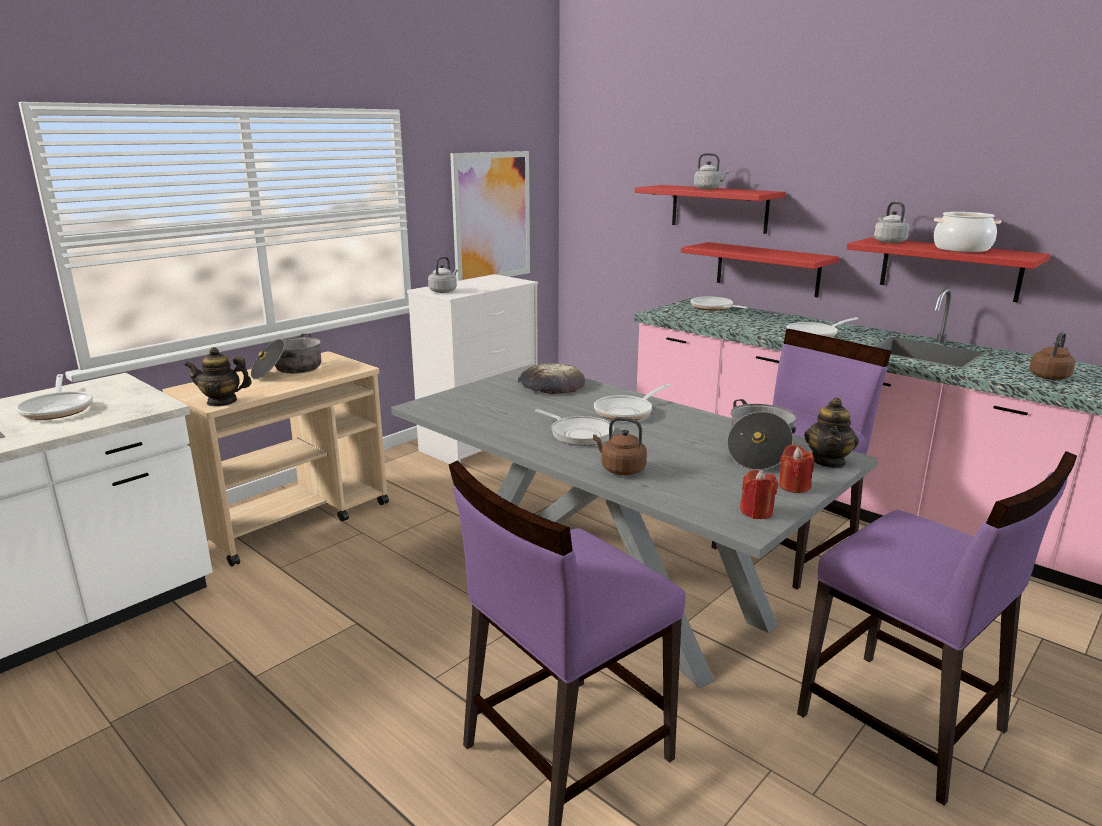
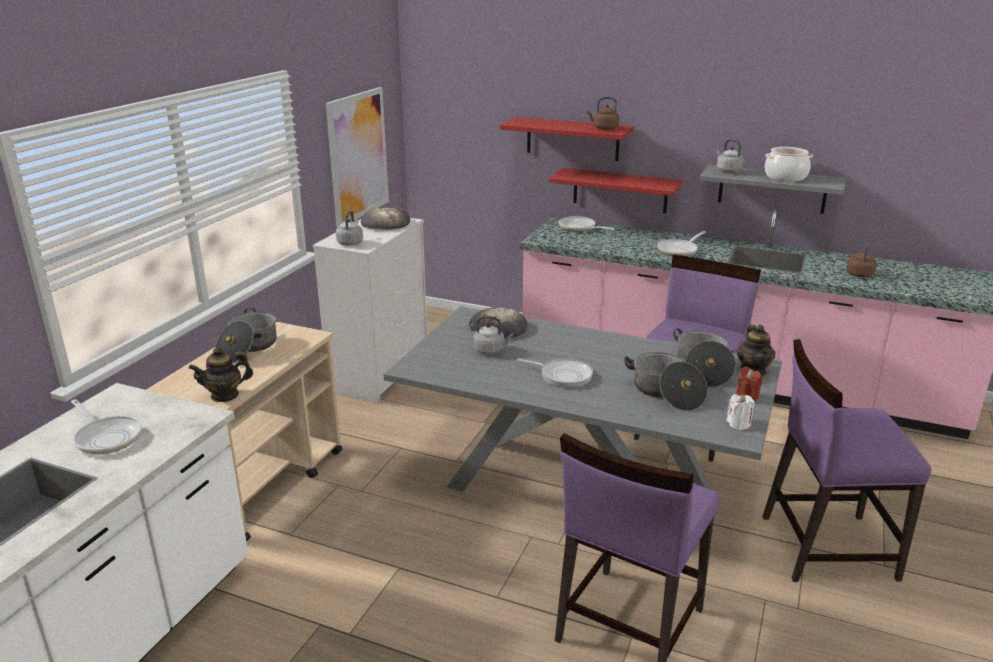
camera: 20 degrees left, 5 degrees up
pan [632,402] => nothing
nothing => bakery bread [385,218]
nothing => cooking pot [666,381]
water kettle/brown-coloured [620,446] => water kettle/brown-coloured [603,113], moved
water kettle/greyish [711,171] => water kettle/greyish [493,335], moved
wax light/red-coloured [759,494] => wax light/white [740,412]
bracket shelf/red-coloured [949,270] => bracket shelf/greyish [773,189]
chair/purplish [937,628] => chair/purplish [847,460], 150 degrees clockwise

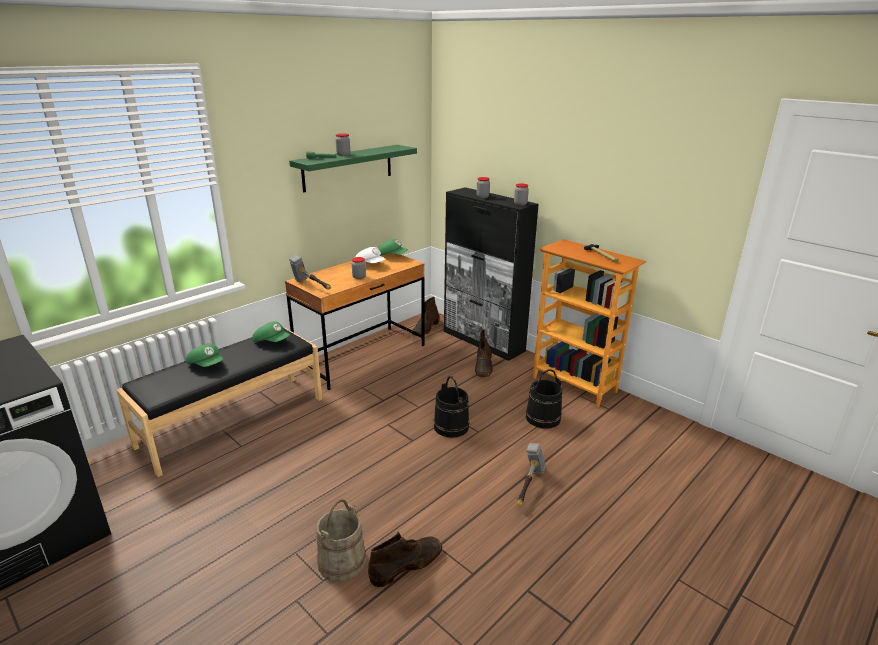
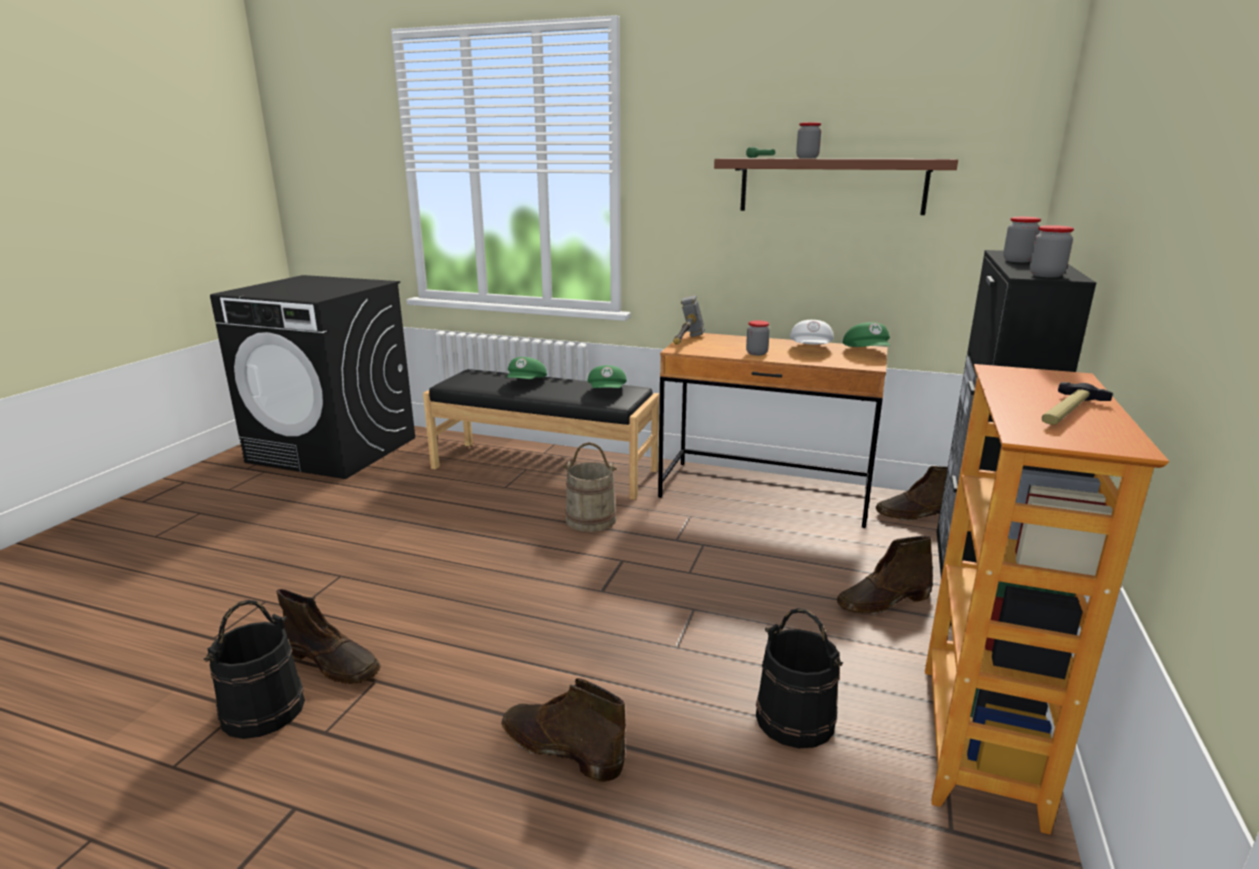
camera: 65 degrees right, 5 degrees down
water bucket/beige [341,540] => water bucket/beige [590,487], moved
water bucket/blackish [452,407] => water bucket/blackish [254,669], moved
tool hammer [531,474] => tall boot/brown-coloured [563,730]
bracket shelf/greenish [353,168] => bracket shelf/brown-coloured [836,186]

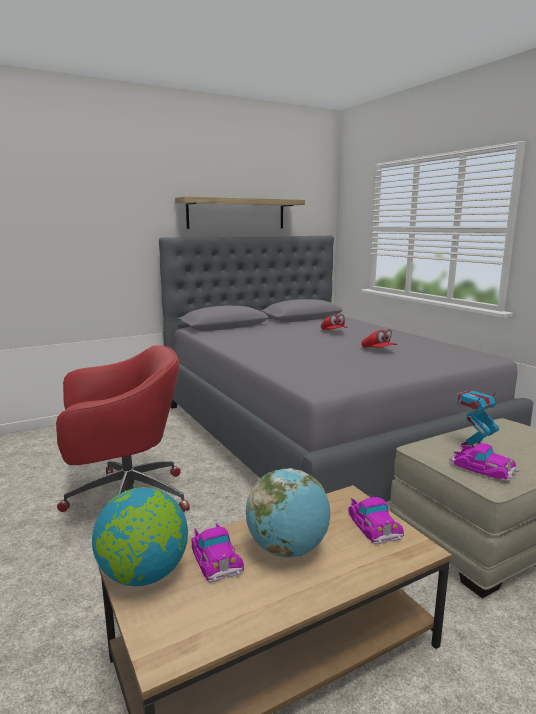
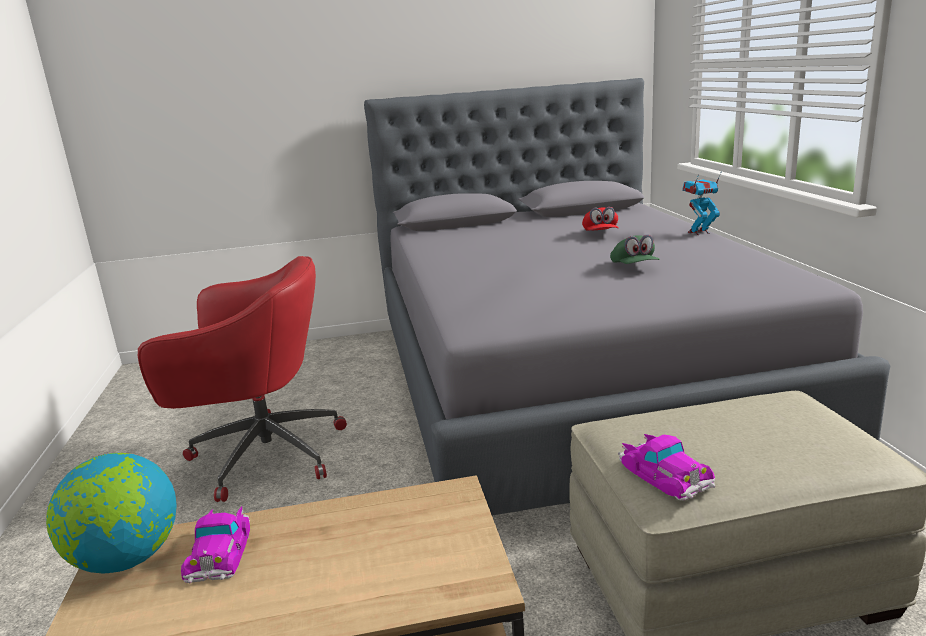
camera: 20 degrees right, 5 degrees up
bracket shelf [240,212] => nothing
desk globe [288,513] => nothing
toy car [376,519] => nothing
model robot [478,417] => model robot [701,204], moved
peaked cap/red-coloured [379,338] => peaked cap/greenish [635,249]

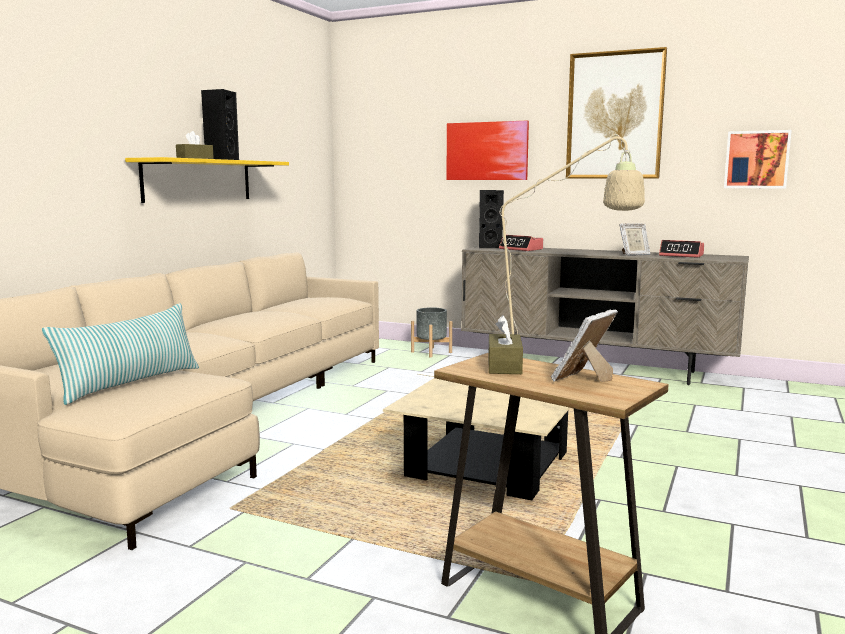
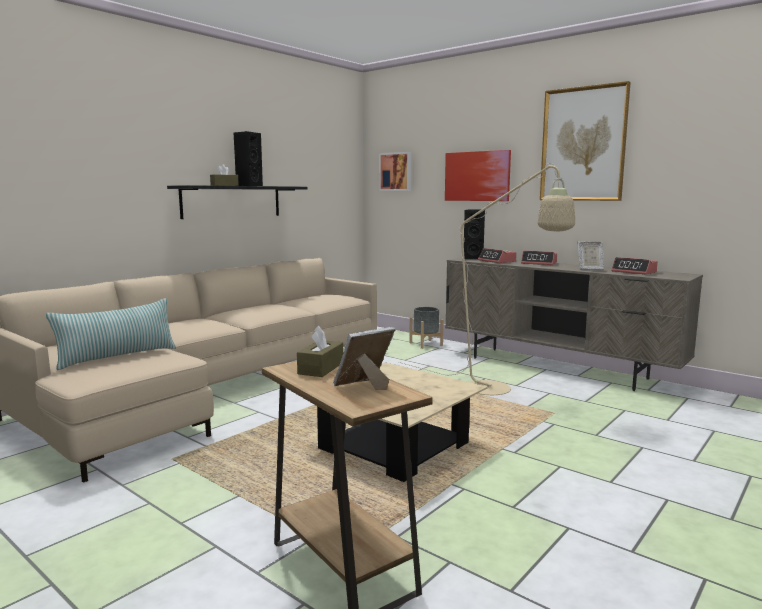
camera: 15 degrees right, 0 degrees up
nothing => table clock [539,258]
wall picture [758,159] => wall picture [395,171], moved
bracket shelf/yellow-coloured [207,180] => bracket shelf/blackish [237,202]

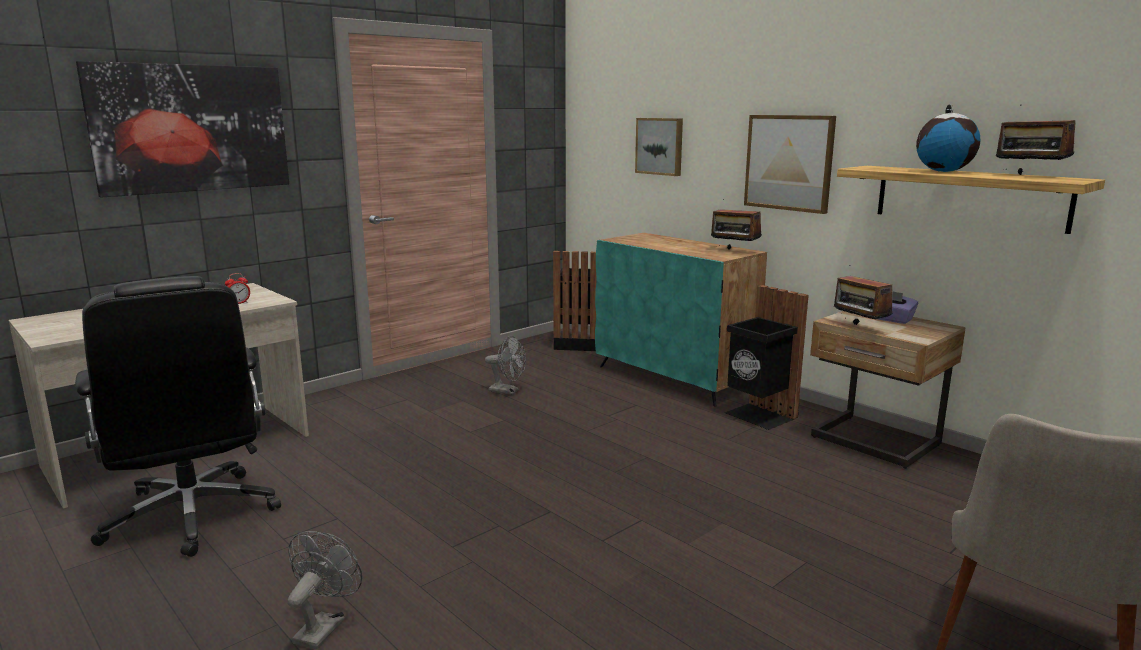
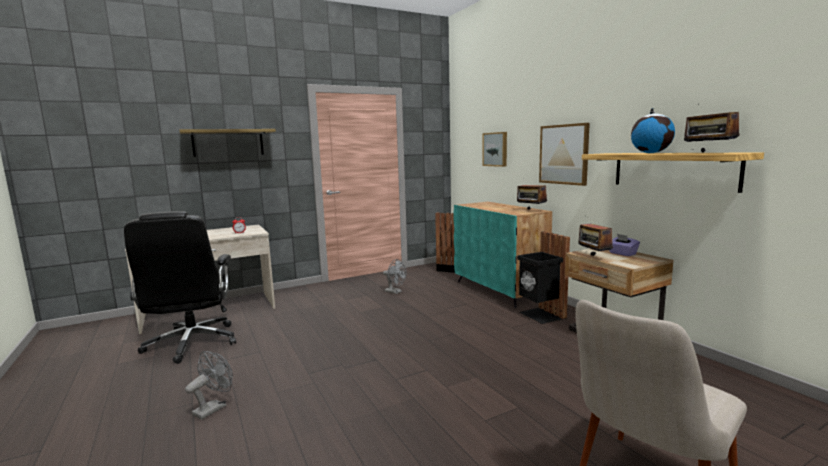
camera: 15 degrees right, 5 degrees down
wall picture [182,129] => bracket shelf [227,143]

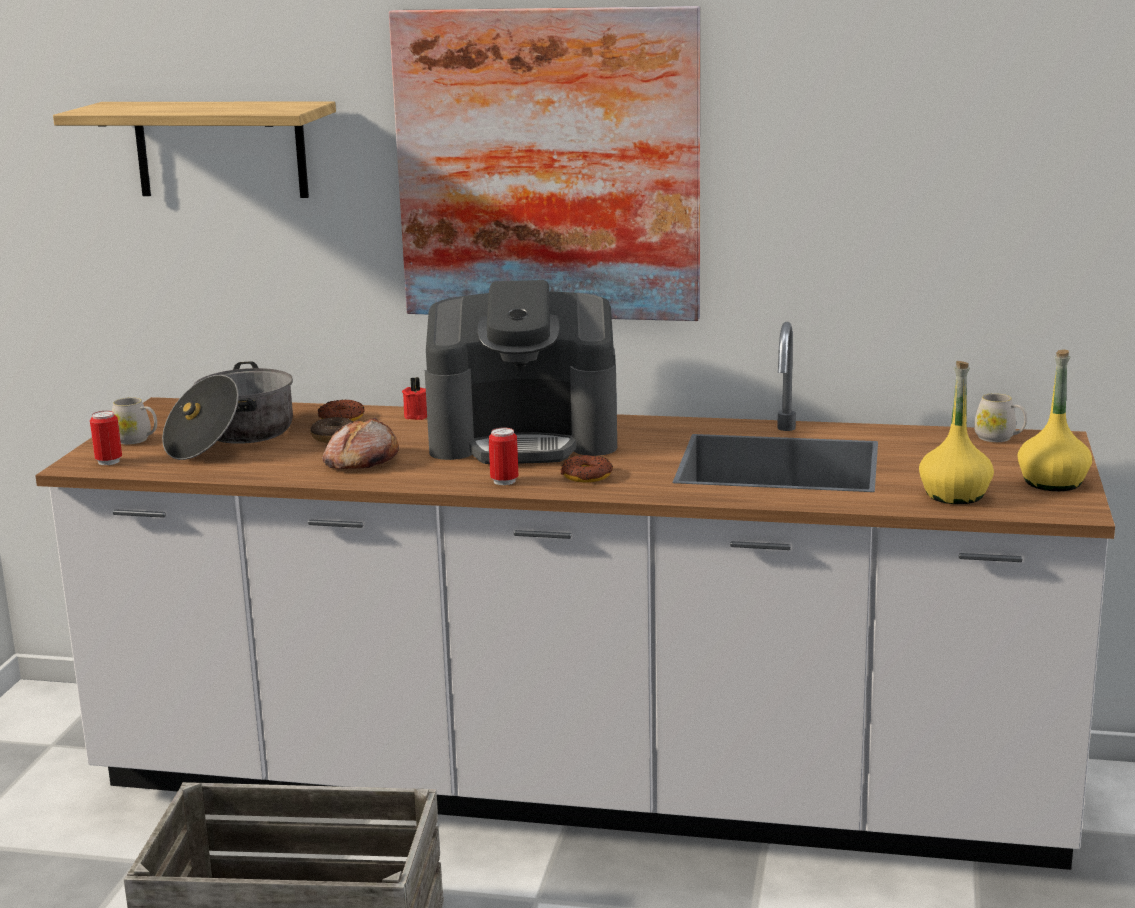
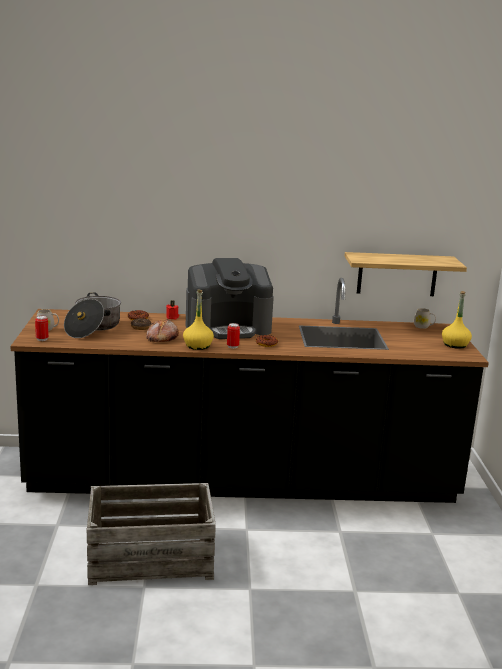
camera: 15 degrees left, 0 degrees up
wall picture [544,163] => nothing
bracket shelf [194,149] => bracket shelf [406,274], moved
bottle/yellow-coloured [956,432] => bottle/yellow-coloured [198,320], moved
kitchen counter/white [575,596] => kitchen counter/blackish [249,390]

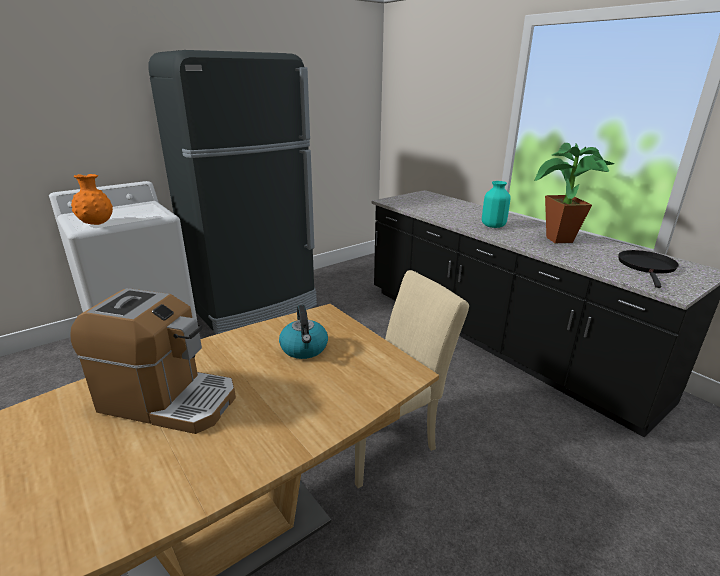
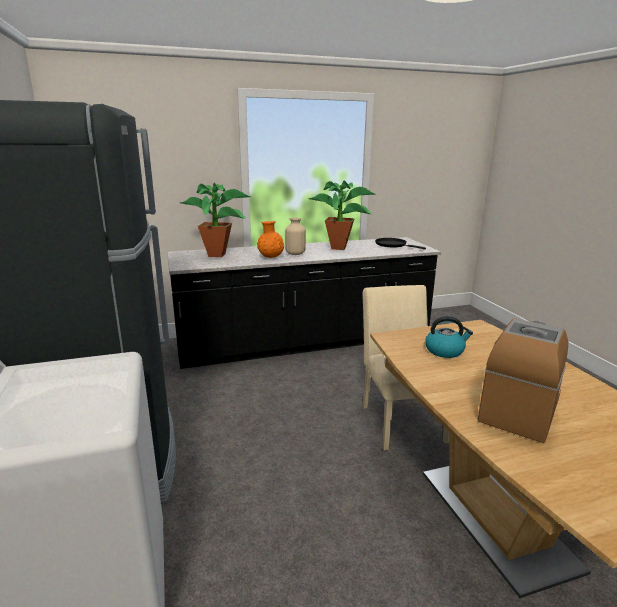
camera: 70 degrees left, 5 degrees down
nothing => houseplant [216,220]
decorative vase/orangey [92,199] => decorative vase/orangey [270,239], moved
decorative vase/blue-green [496,204] => decorative vase/beige [295,236]

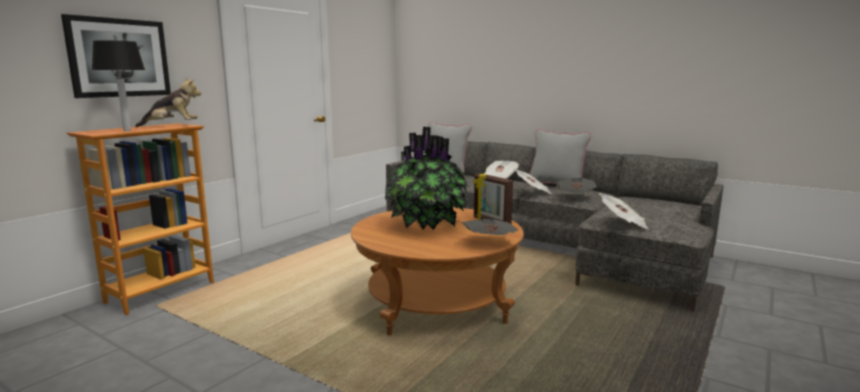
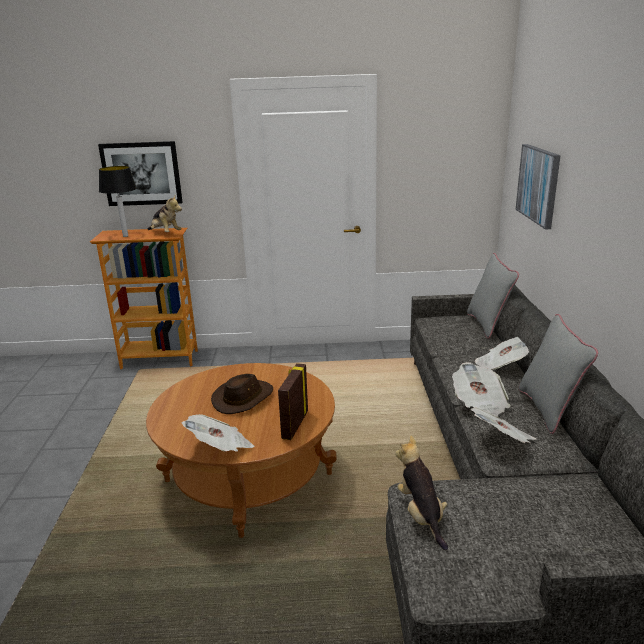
camera: 55 degrees right, 10 degrees up
nothing => wall picture [538,186]
houseplant [426,178] => hat/brown-coloured [242,394]
daily paper [623,211] => soft toy [421,493]

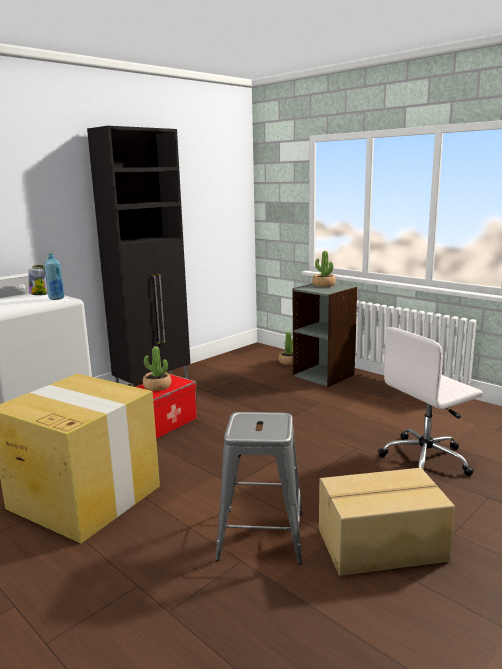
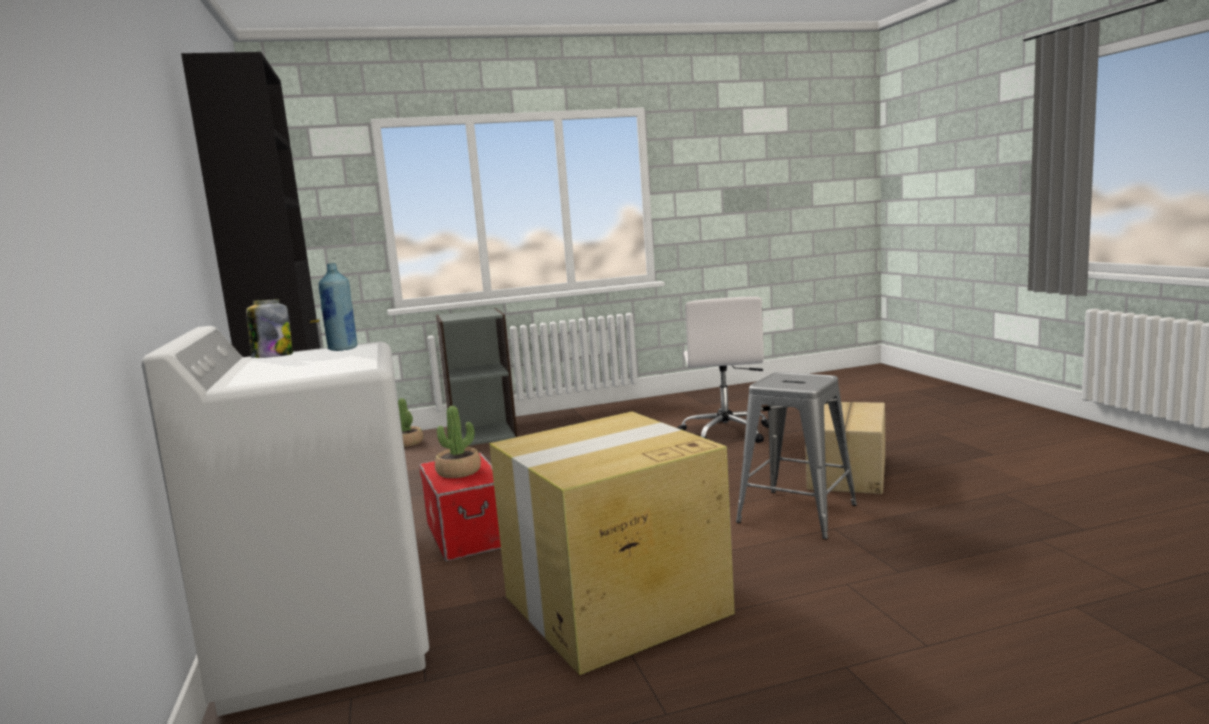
camera: 60 degrees left, 5 degrees down
houseplant [324,269] => nothing

